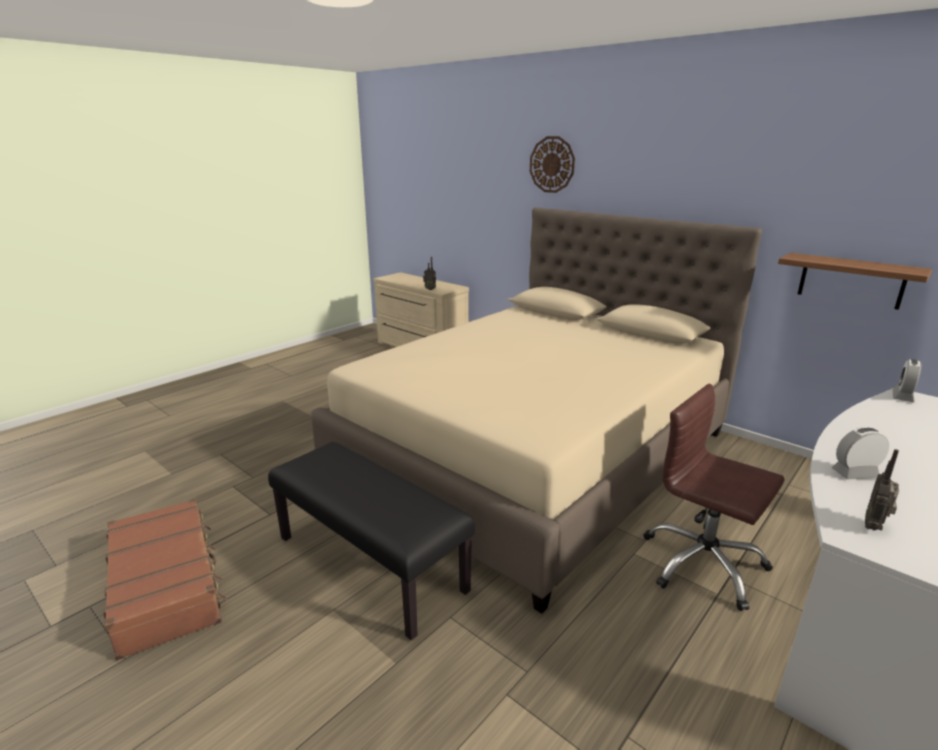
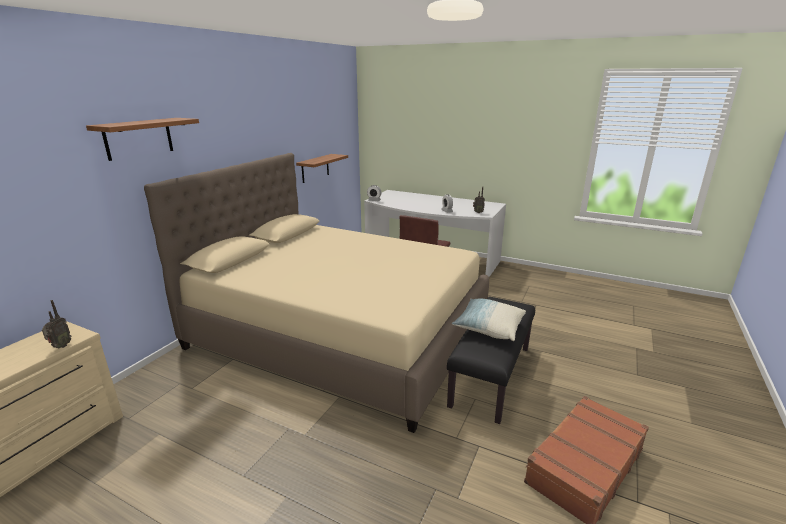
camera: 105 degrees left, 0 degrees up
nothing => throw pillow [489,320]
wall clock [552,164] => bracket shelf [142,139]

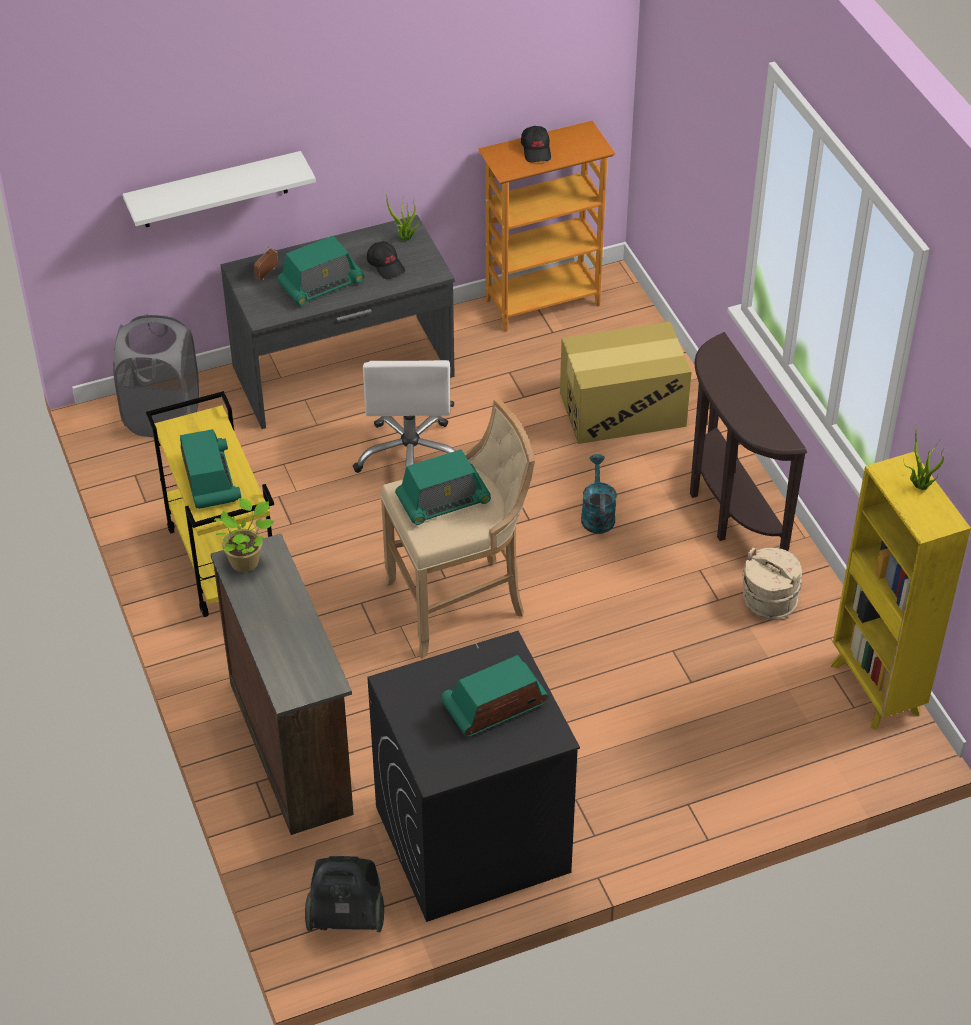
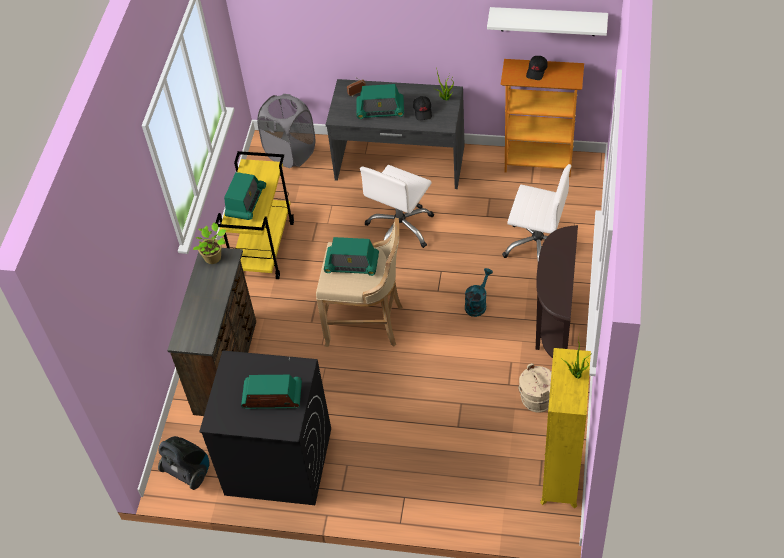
camera: 35 degrees right, 5 degrees up
bracket shelf/white [219,189] => bracket shelf/white [547,21], moved
packing box [626,383] => office chair/white [536,212]

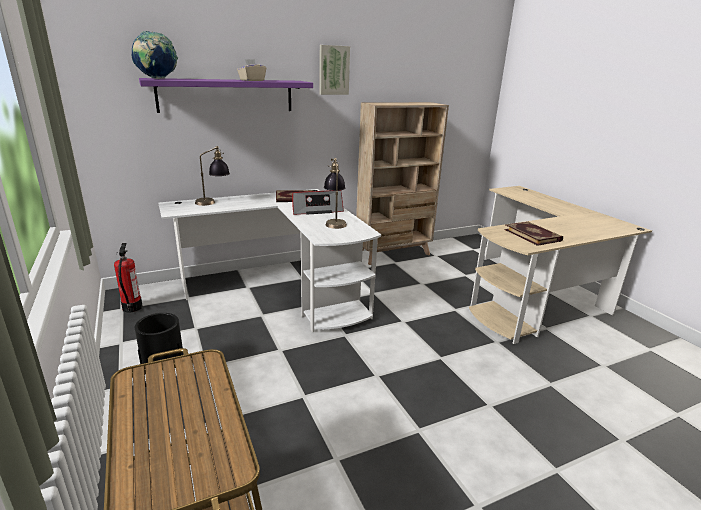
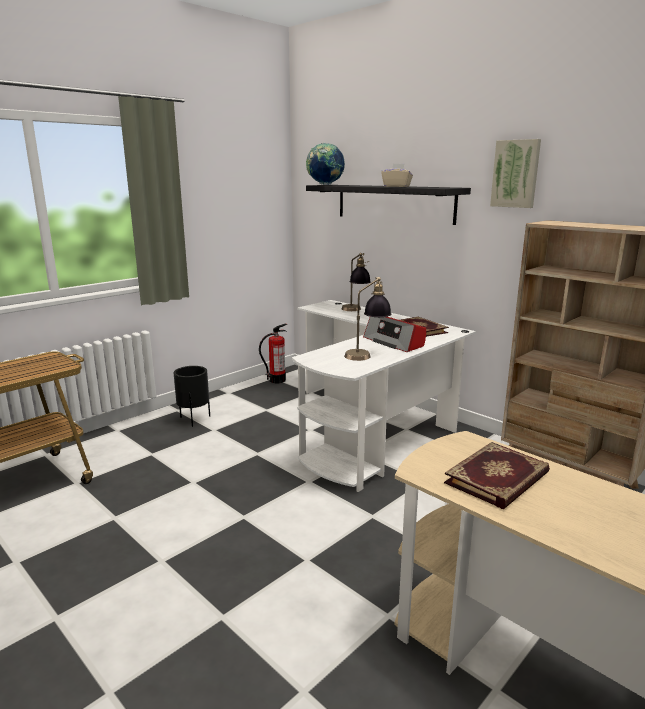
camera: 70 degrees right, 5 degrees down
bracket shelf/purplish [226,95] => bracket shelf/blackish [388,205]

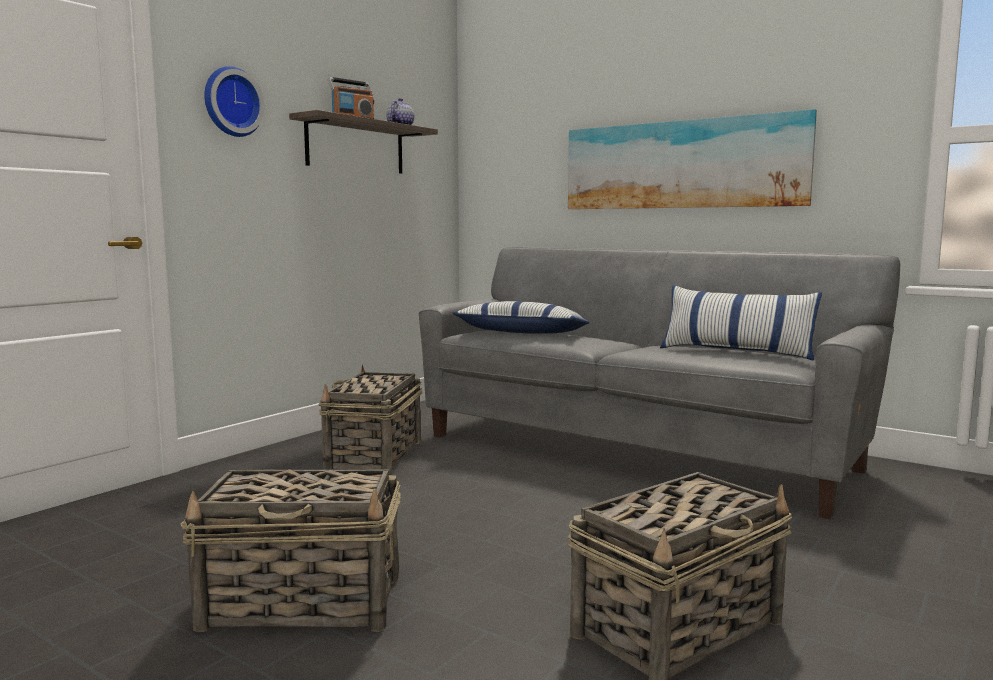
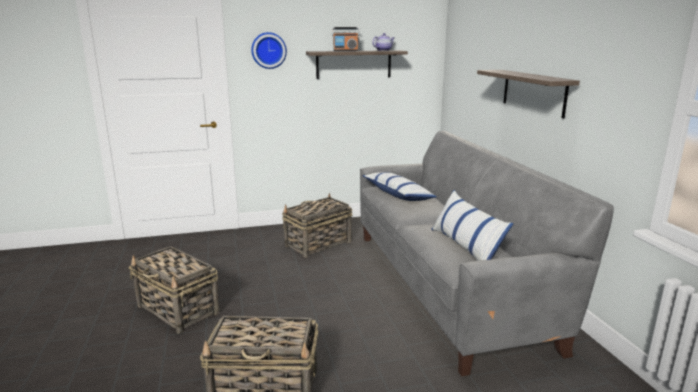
camera: 40 degrees right, 10 degrees up
wall picture [692,159] => bracket shelf [528,94]

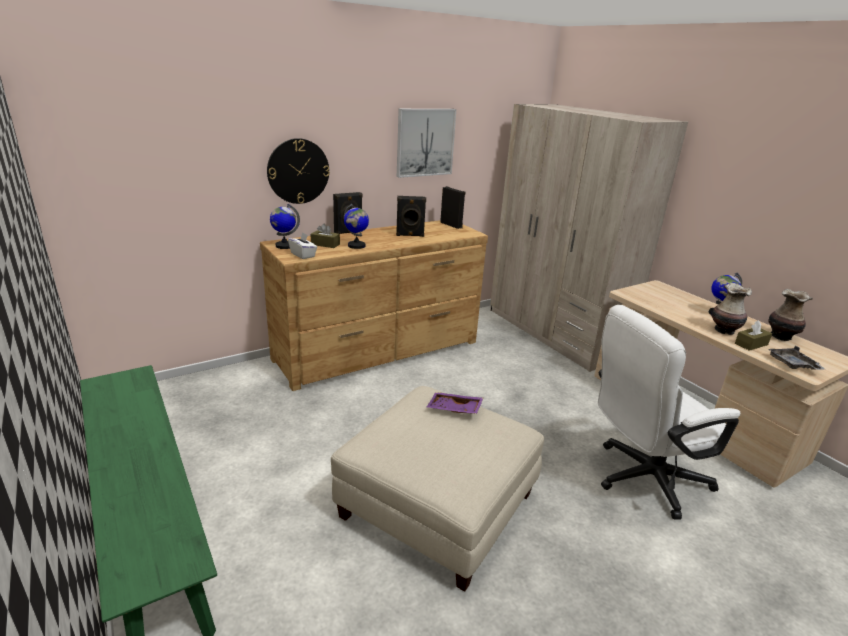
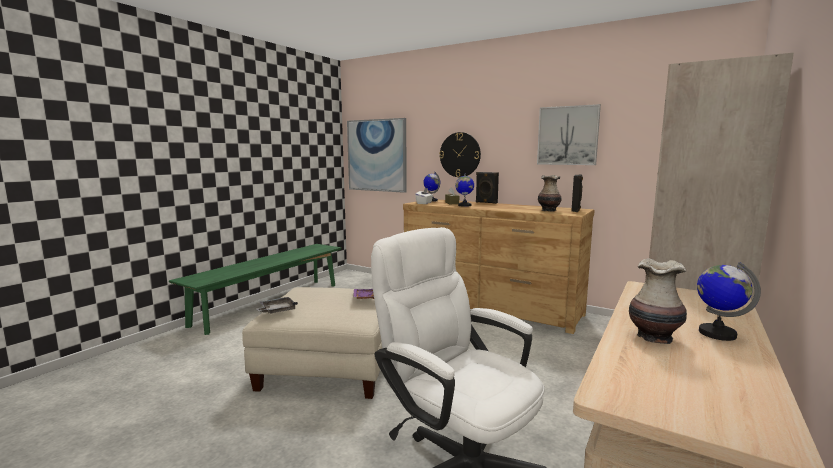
camera: 65 degrees right, 15 degrees down
speaker/blackish [411,216] => nothing
box of tissues/brown-coloured [753,336] => nothing
nothing => wall picture [377,155]
decorative vase [790,315] => decorative vase [550,193], moved
carrying tray/greyish [796,358] => carrying tray/greyish [277,305], moved

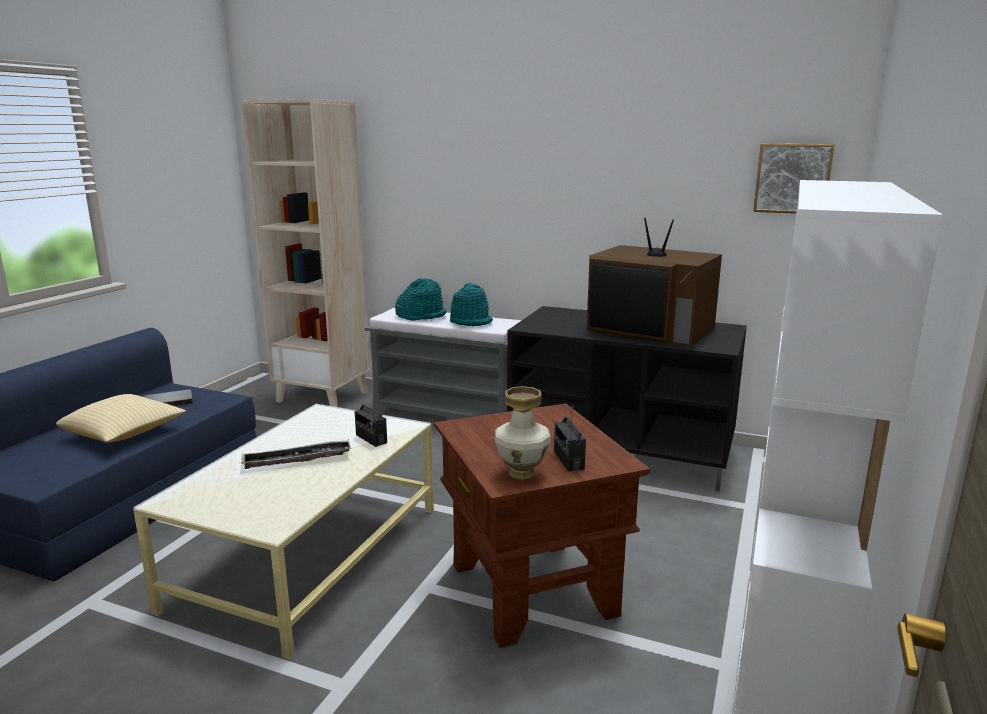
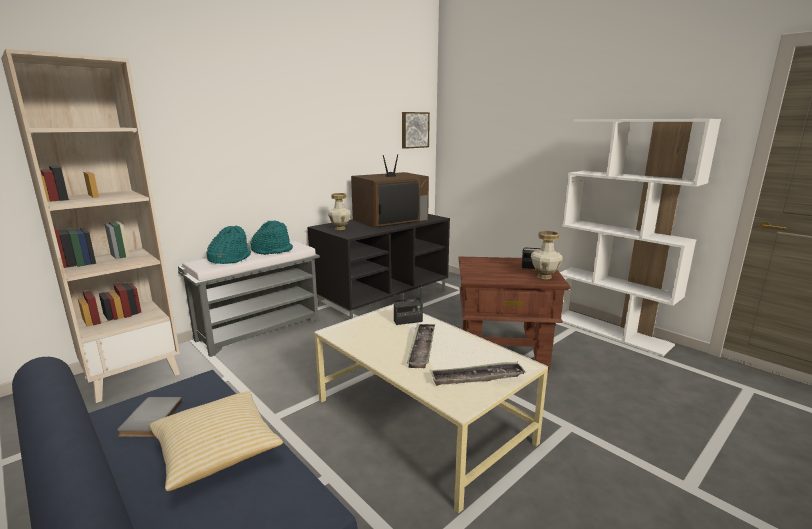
camera: 65 degrees left, 0 degrees up
nothing => decorative vase [339,211]
nothing => carrying tray [478,374]

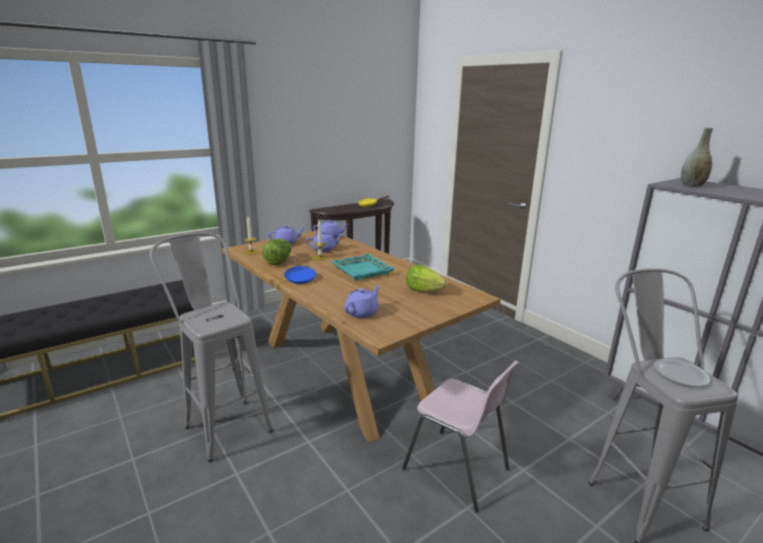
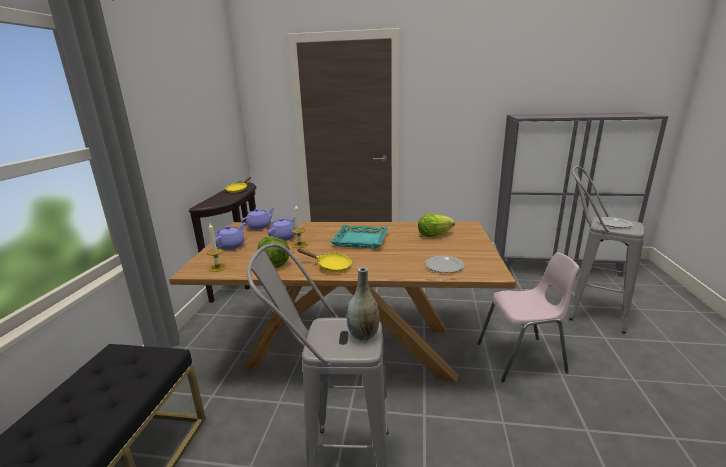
camera: 45 degrees left, 0 degrees up
decorative vase/greyish [697,157] => decorative vase/greyish [363,304], moved
pot for tea/purplish [362,302] => plate [444,264]
pan/bluish [300,270] => pan/yellow-coloured [325,260]

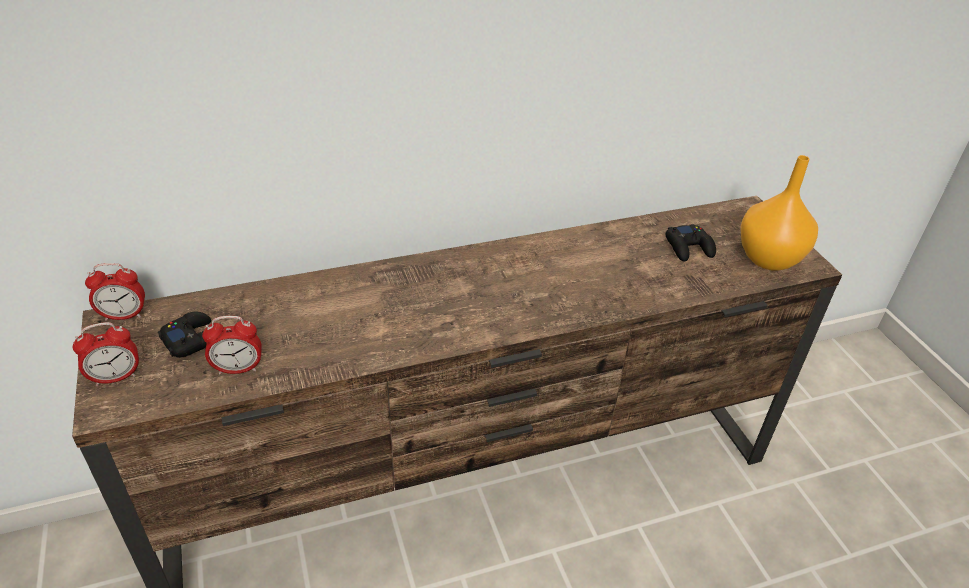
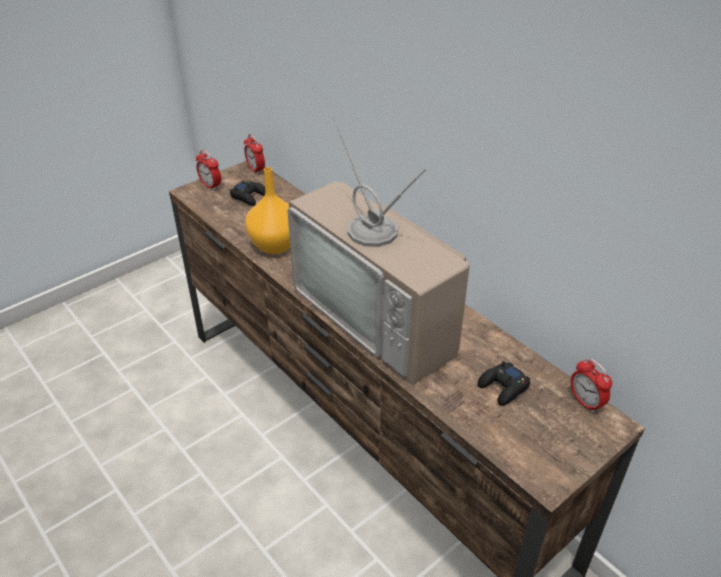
camera: 70 degrees right, 0 degrees up
nothing => TV [379,250]
table clock [232,345] => table clock [591,386], moved
decorative vase/orangey [779,213] => decorative vase/orangey [267,210], moved

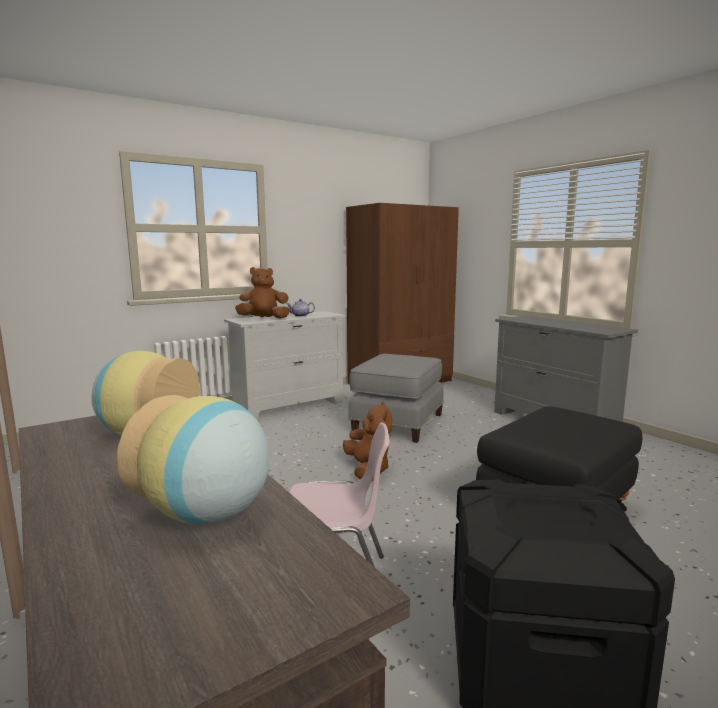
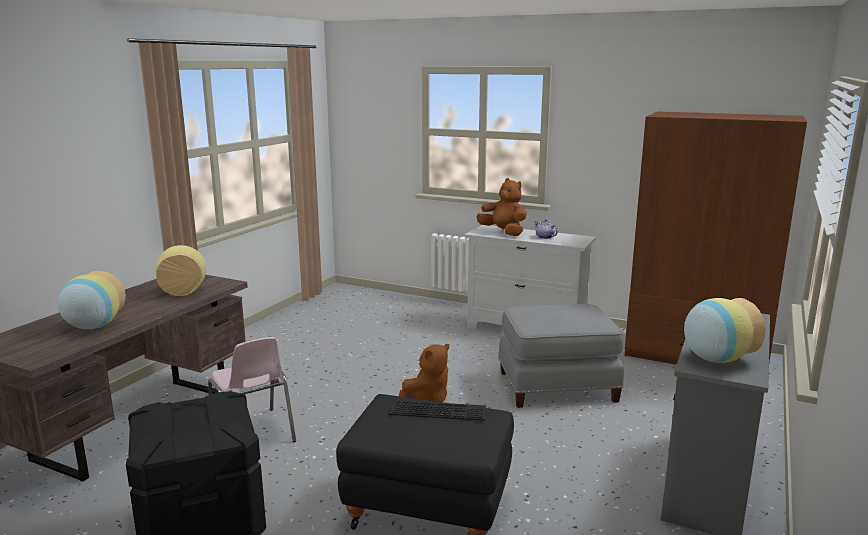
camera: 60 degrees right, 5 degrees up
nothing => PC keyboard [437,410]
nothing => decorative vase [725,330]

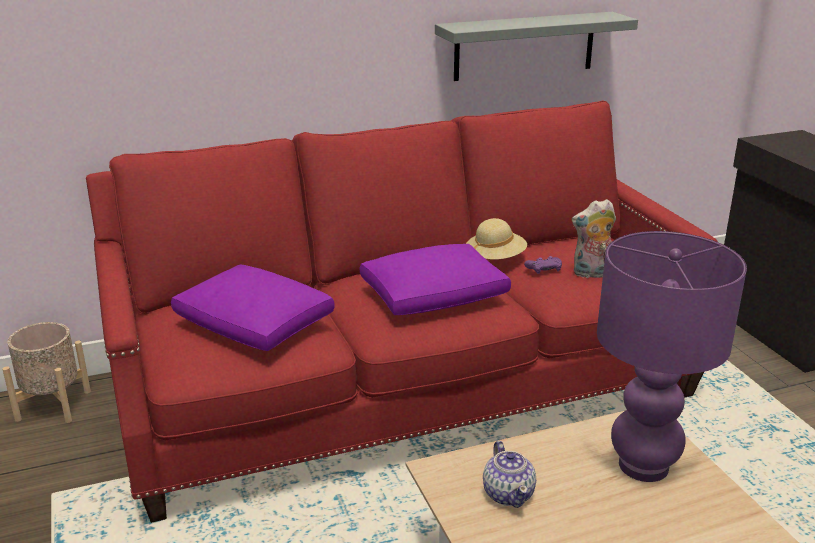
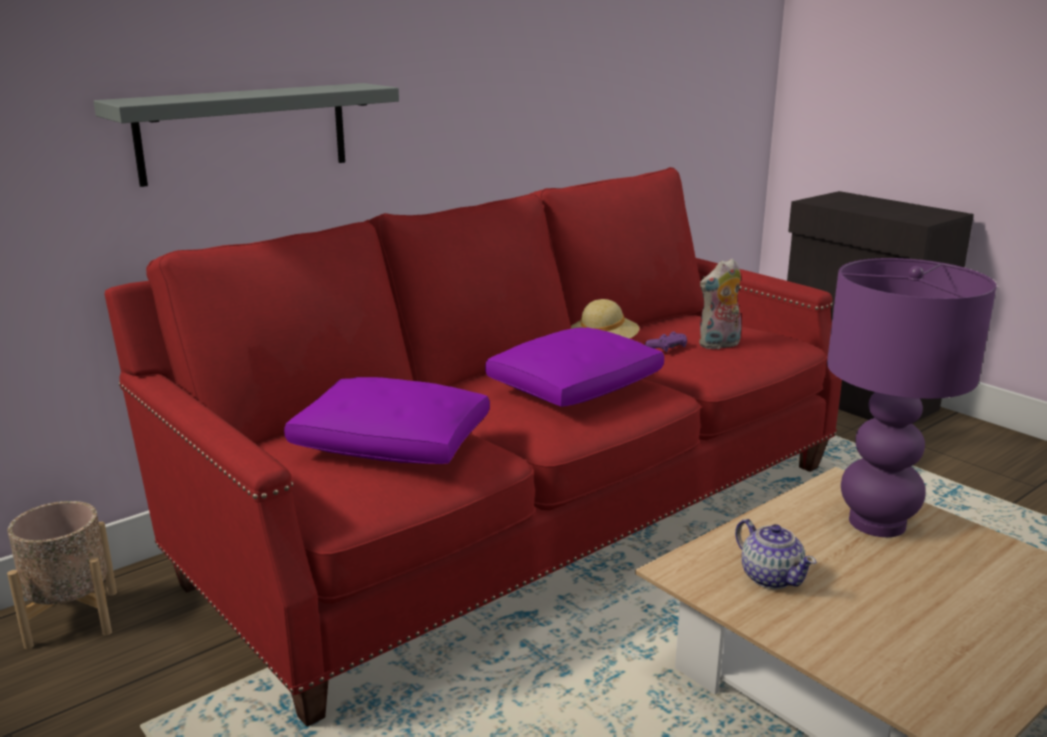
camera: 20 degrees left, 5 degrees down
bracket shelf/greyish [536,46] => bracket shelf/greyish [246,135], moved

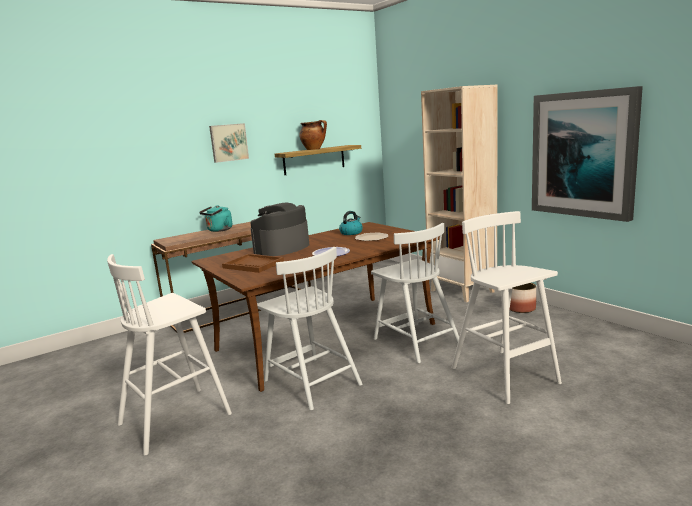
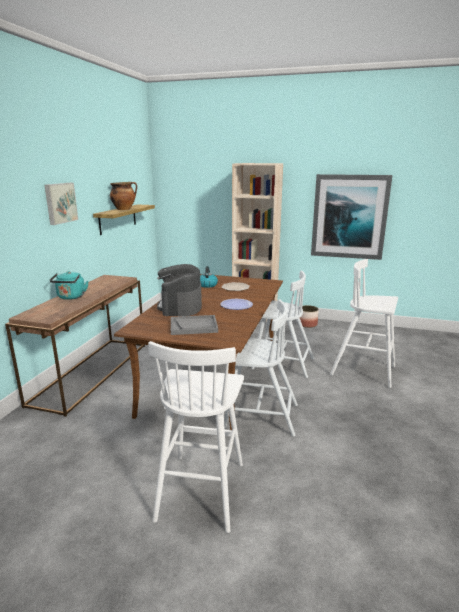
camera: 40 degrees left, 5 degrees up
carrying tray/brown-coloured [253,263] => carrying tray/greyish [194,325]

